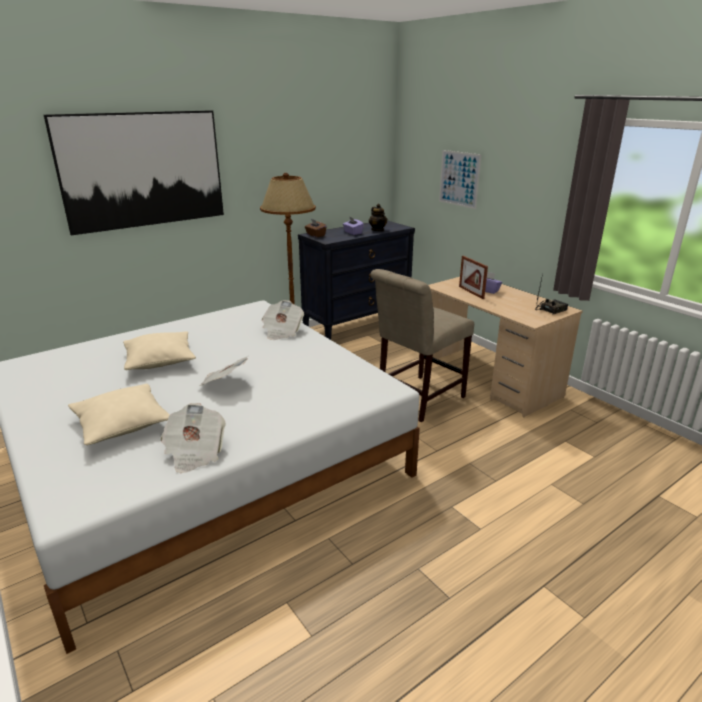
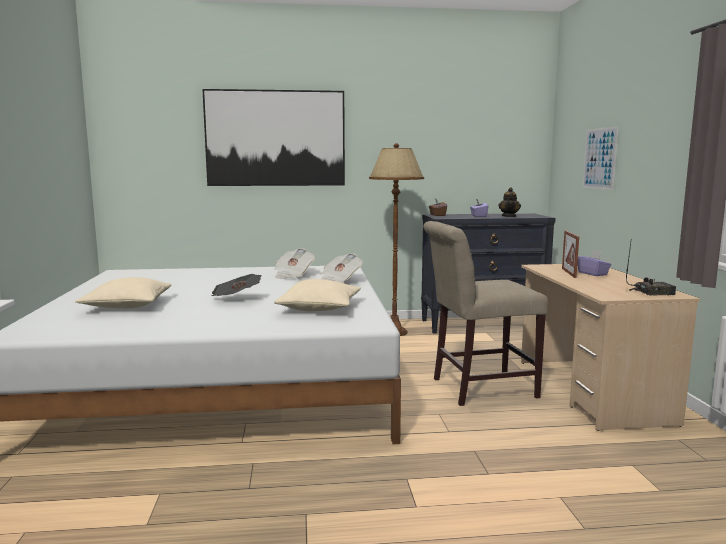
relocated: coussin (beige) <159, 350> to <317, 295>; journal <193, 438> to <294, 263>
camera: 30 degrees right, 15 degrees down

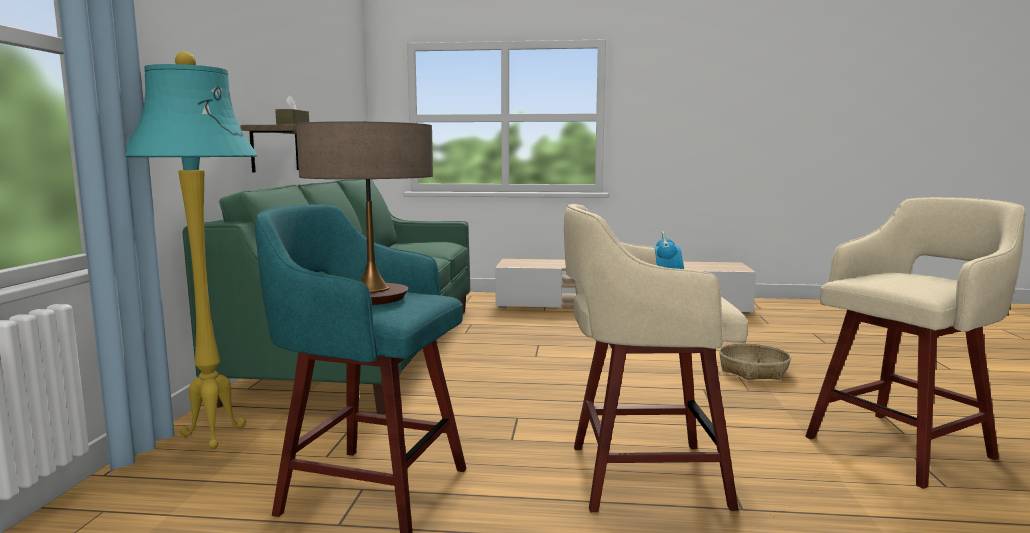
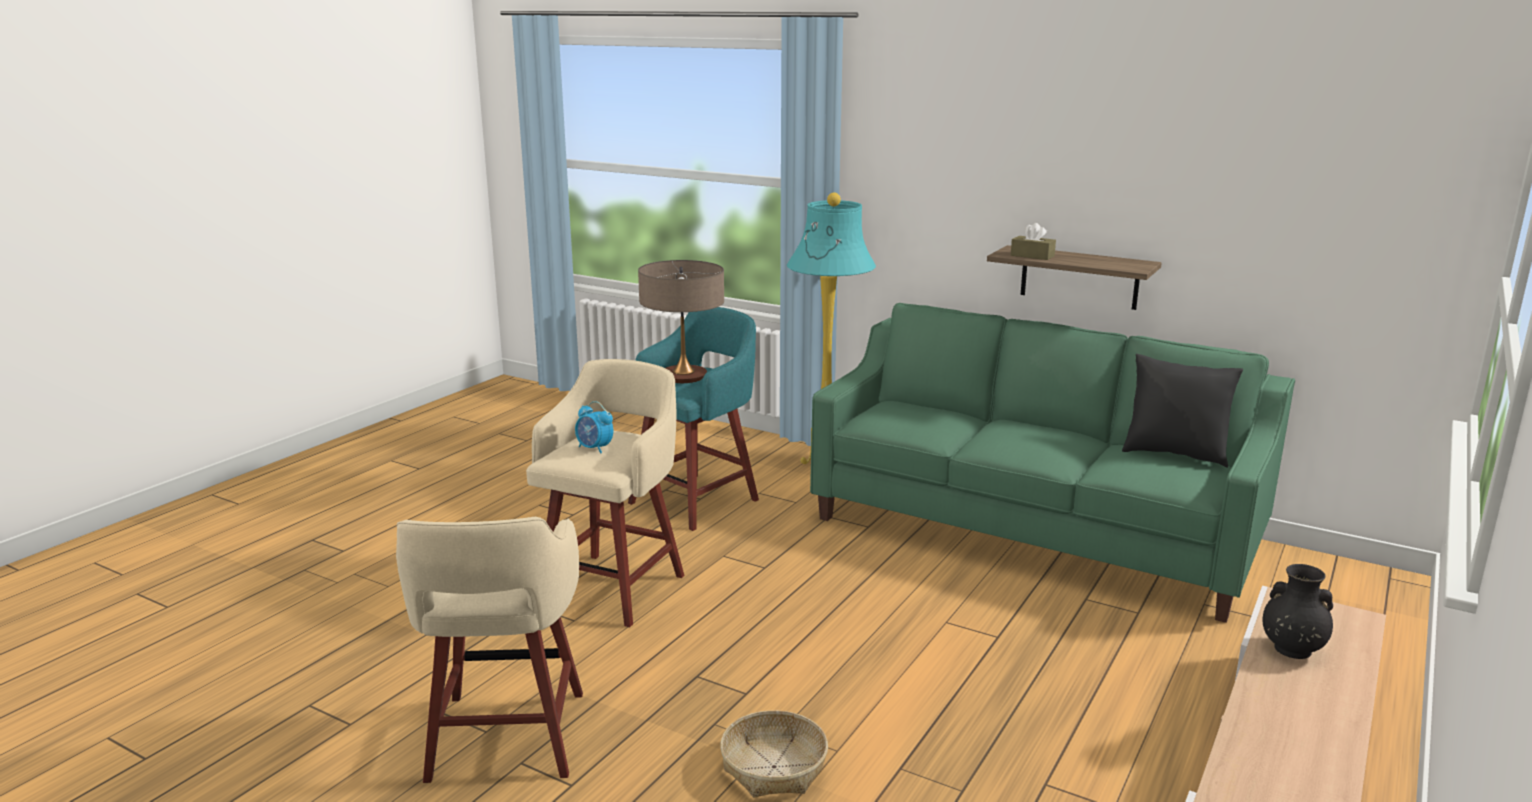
appeared: coussin (noir) <1182, 411>; vase (noir) <1297, 611>
camera: 115 degrees right, 10 degrees up

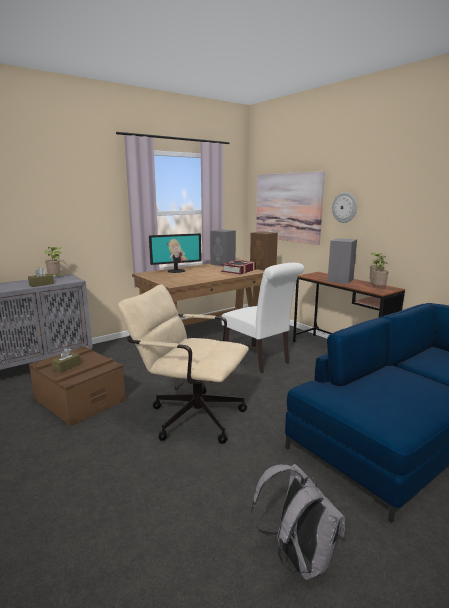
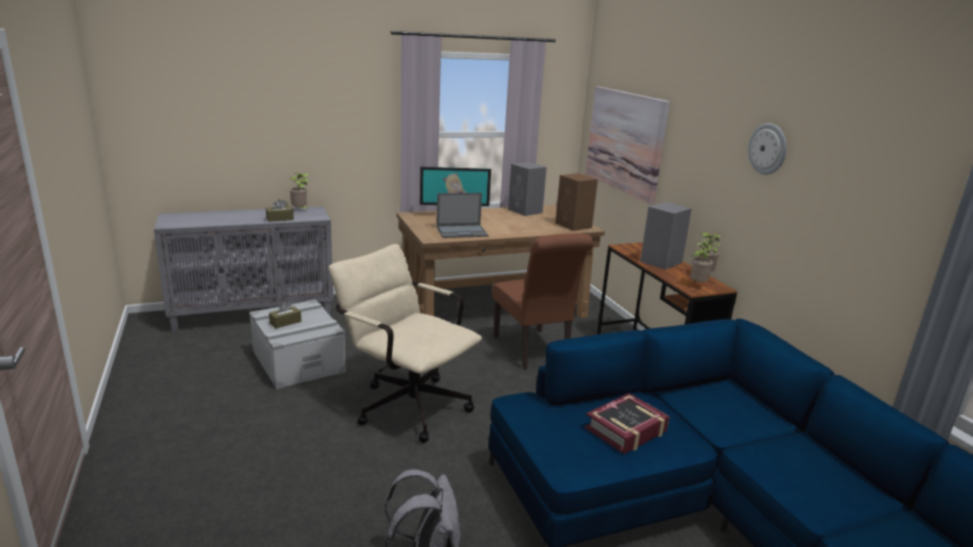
appeared: ordinateur portable <462, 215>
relocated: livre <238, 267> to <627, 423>; horloge murale <344, 207> to <767, 149>
colour: boîte de rangement (marron) <77, 386> to boîte de rangement (gris) <297, 344>; chaise (blanc) <262, 318> to chaise (marron) <543, 301>
camera: 15 degrees right, 5 degrees up

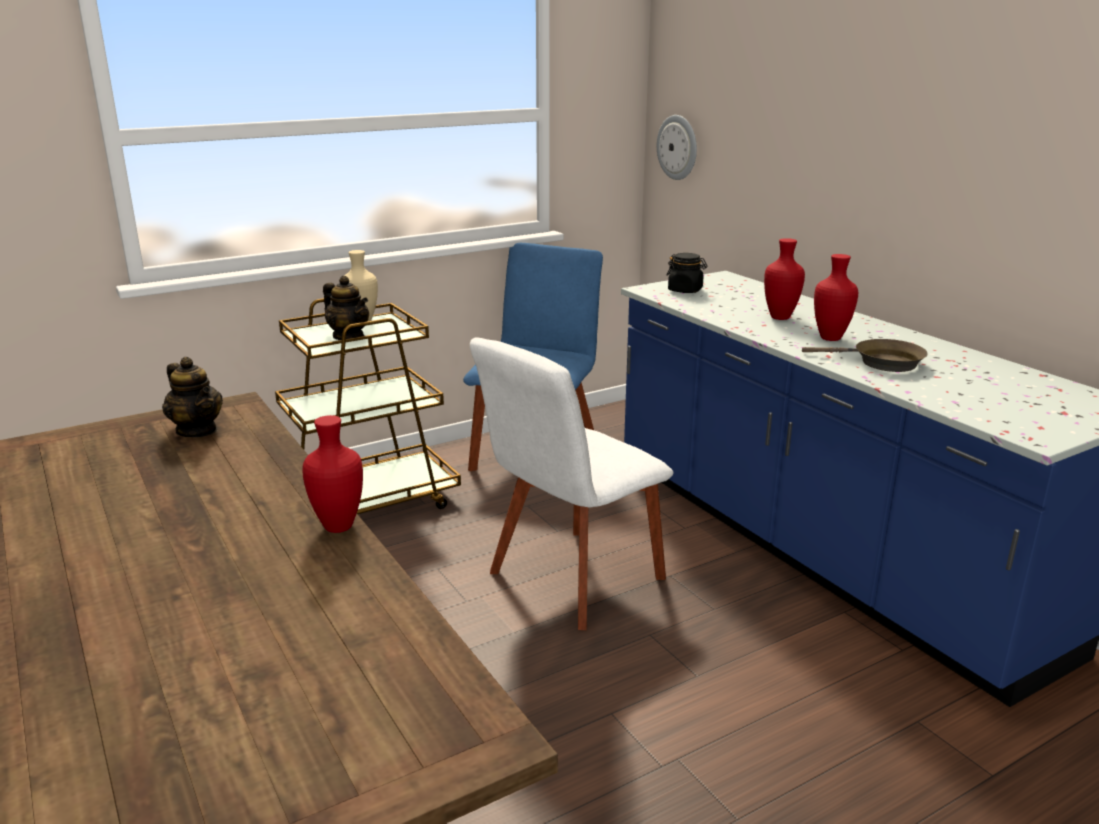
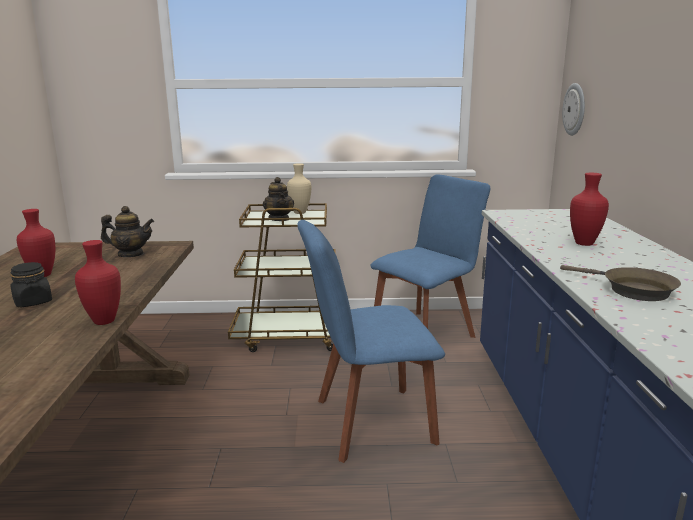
relocated: bocal (noir) <687, 273> to <31, 284>; vase (rouge) <836, 297> to <36, 243>
colour: chaise (blanc) <571, 483> to chaise (bleu) <371, 341>
spun: théière <192, 397> = <127, 231> 75 degrees counterclockwise
camera: 30 degrees right, 5 degrees down

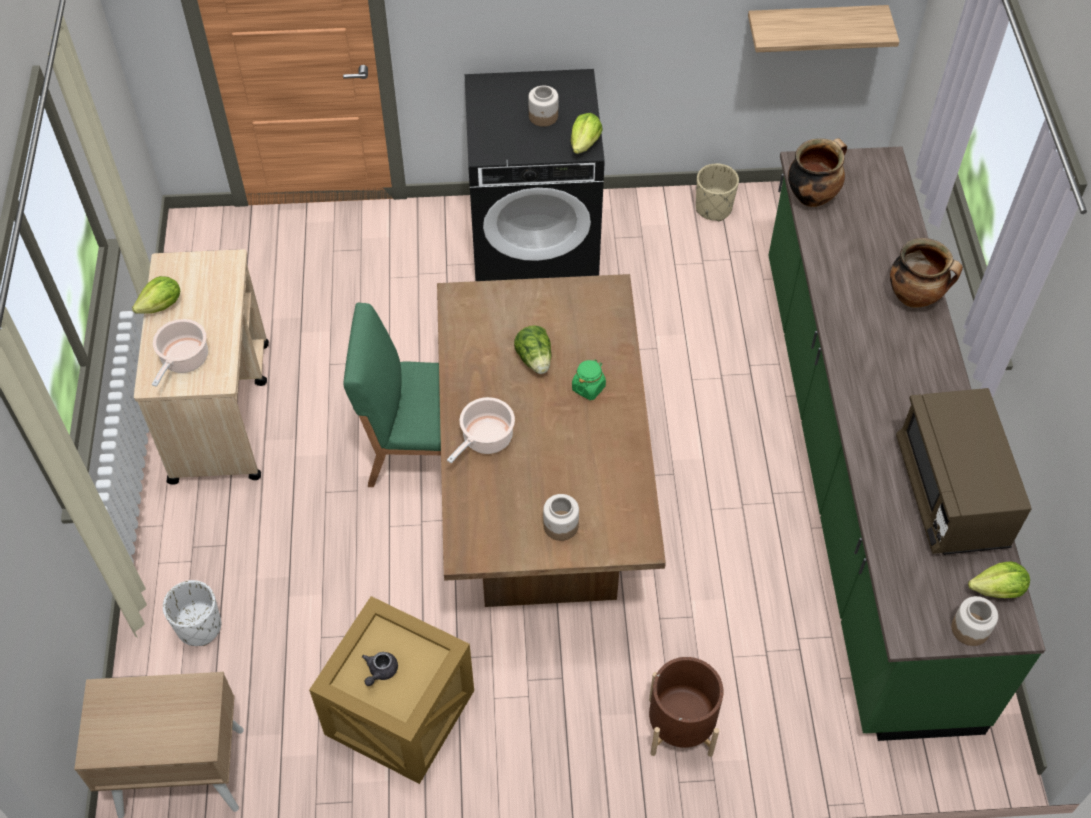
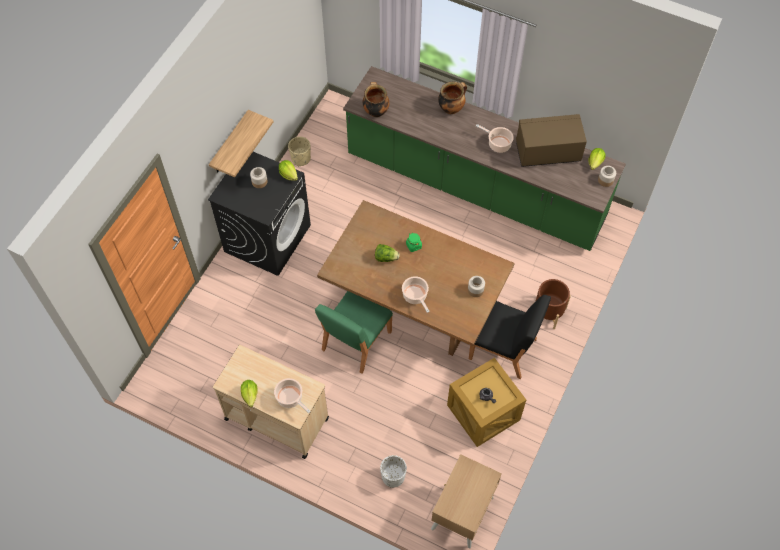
appeared: chaise (noir) <510, 337>; marmite <495, 138>
relocated: étagère <823, 28> to <241, 143>
spun: micro-ondes (marron) <963, 471> = <551, 140> 150 degrees clockwise
camera: 60 degrees left, 5 degrees up

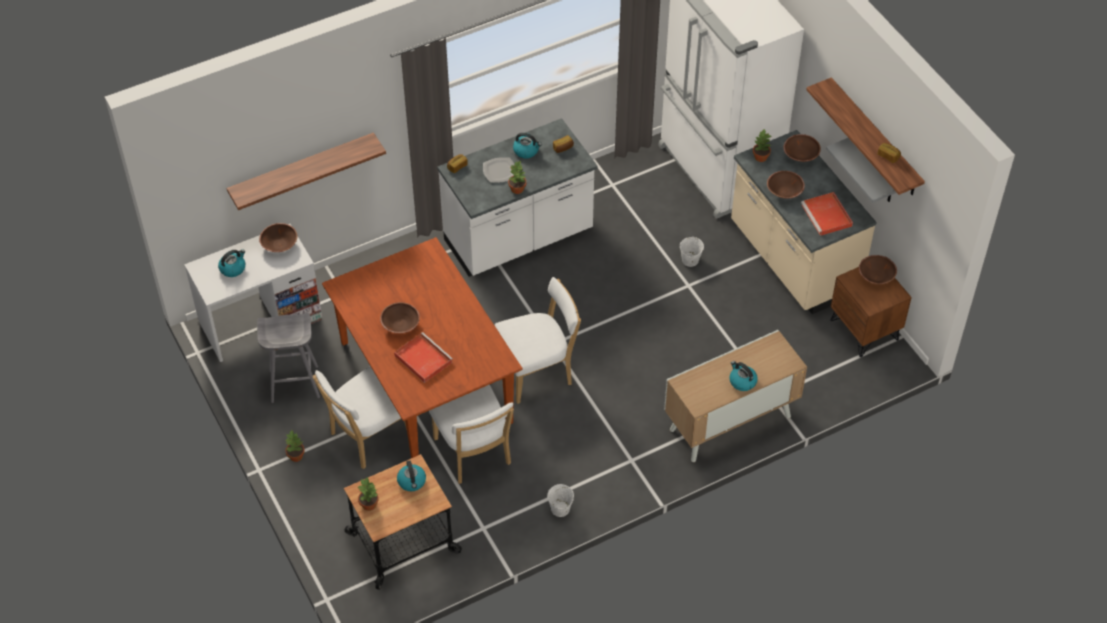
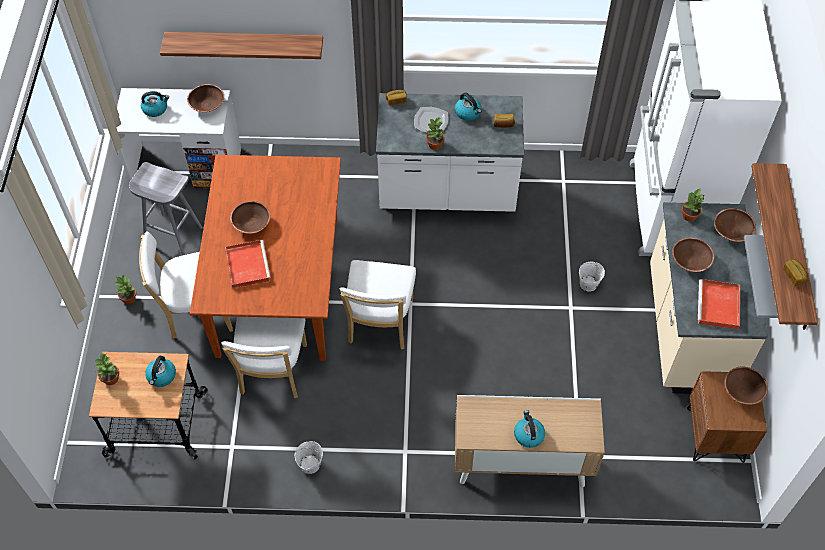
spun: chaise (blanc) <538, 340> = <378, 304> 90 degrees clockwise
camera: 30 degrees right, 5 degrees up

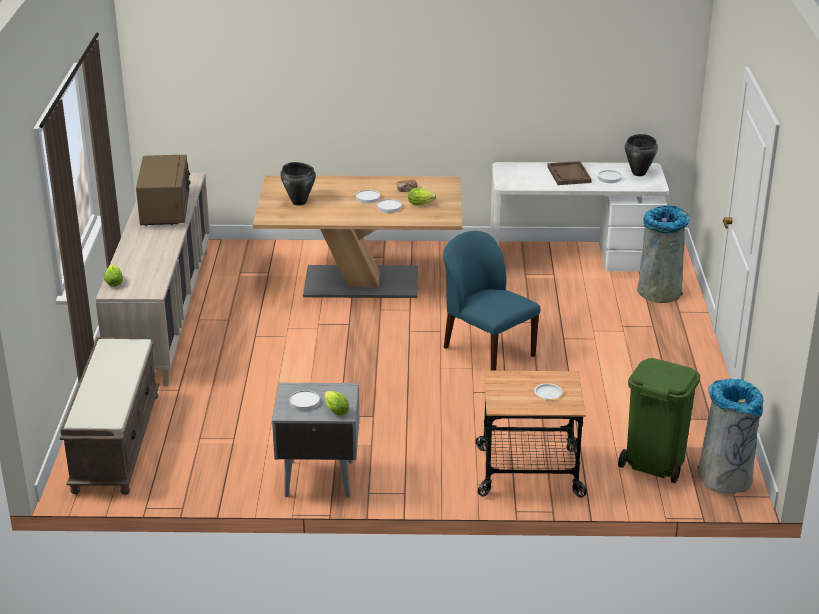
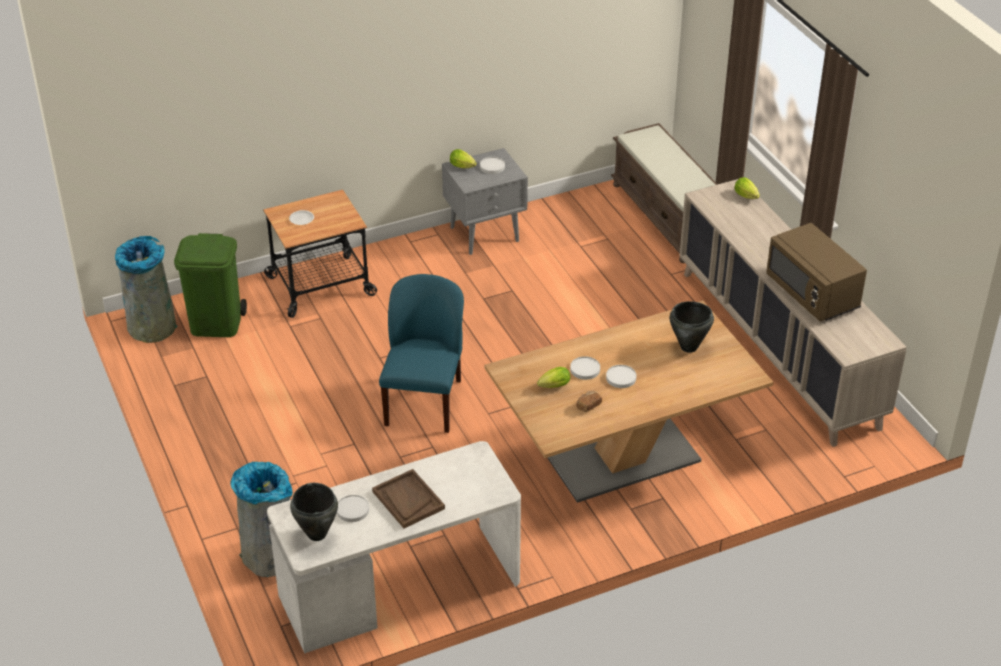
spun: chaise (bleu) <492, 301> = <421, 353> 105 degrees counterclockwise
camera: 155 degrees right, 10 degrees up

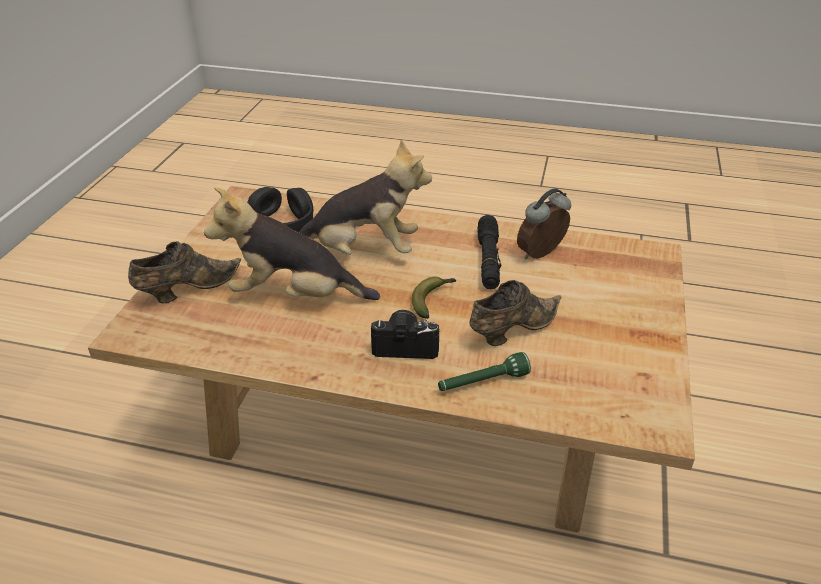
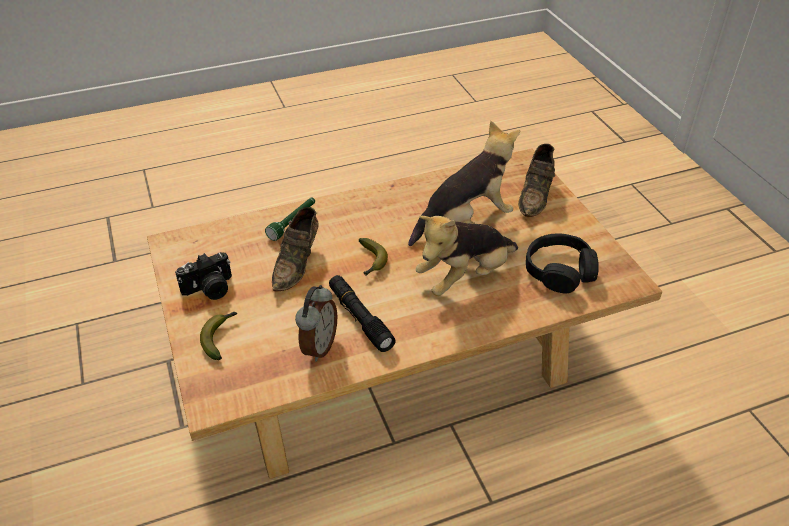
appeared: banane <218, 336>
relocated: appareil photo <405, 334> to <203, 276>
camera: 145 degrees right, 5 degrees up

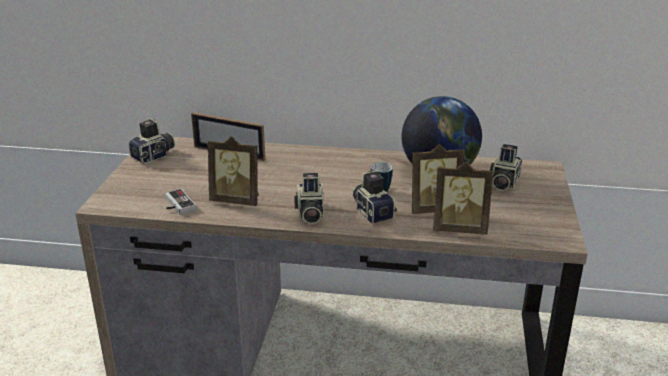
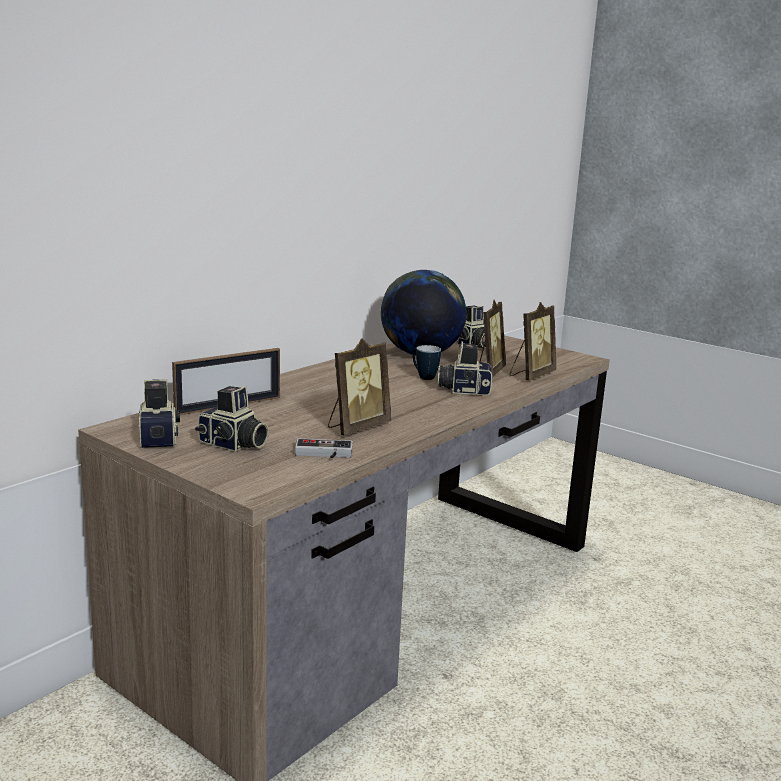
relocated: appareil photo <309, 198> to <232, 419>
camera: 60 degrees left, 10 degrees down

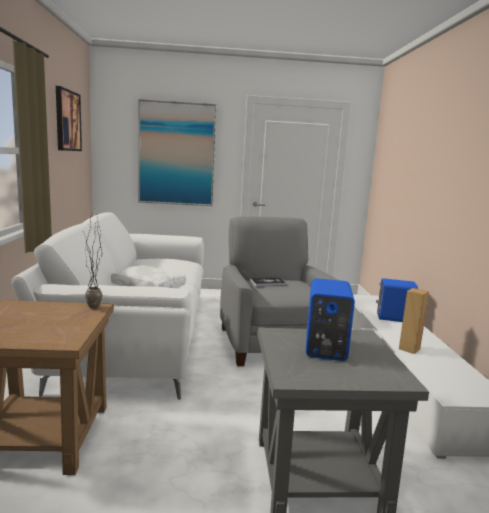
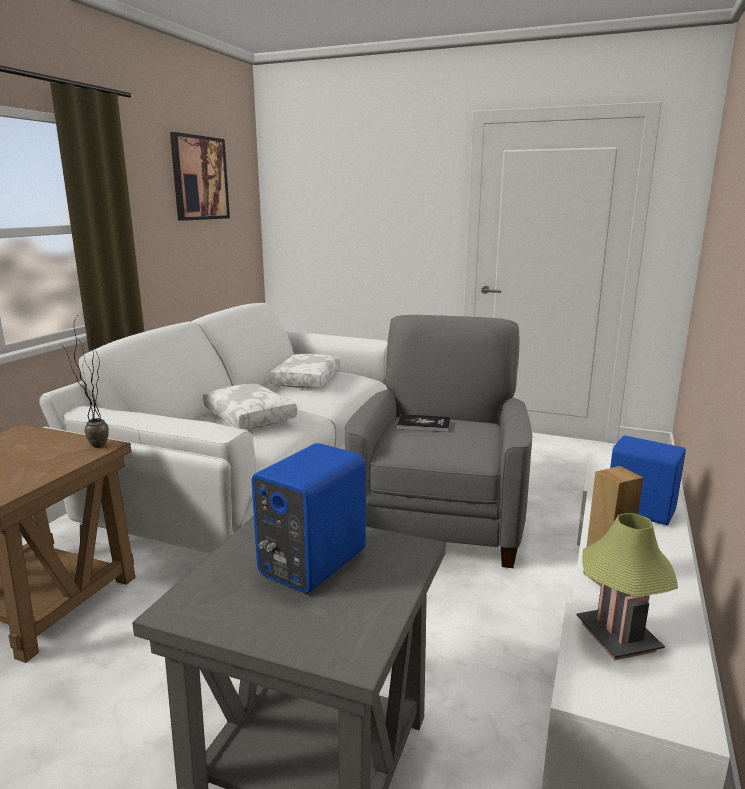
missing: tableau <177, 152>
appeared: coussin (blanc) <304, 371>; lampe de table <627, 586>
camera: 25 degrees right, 5 degrees up

